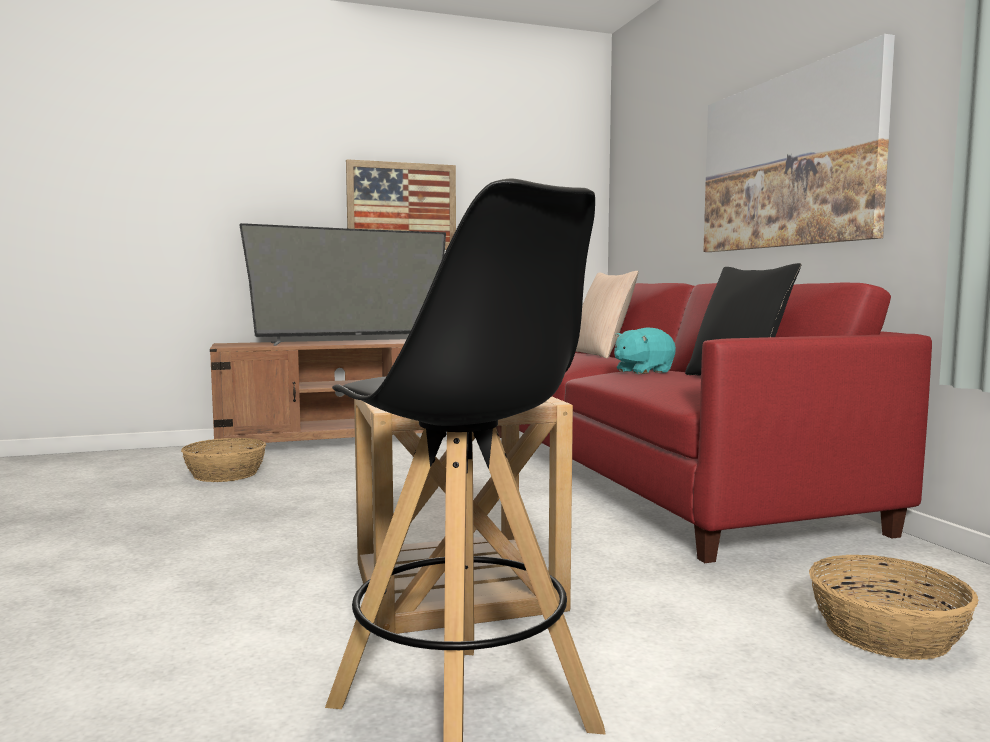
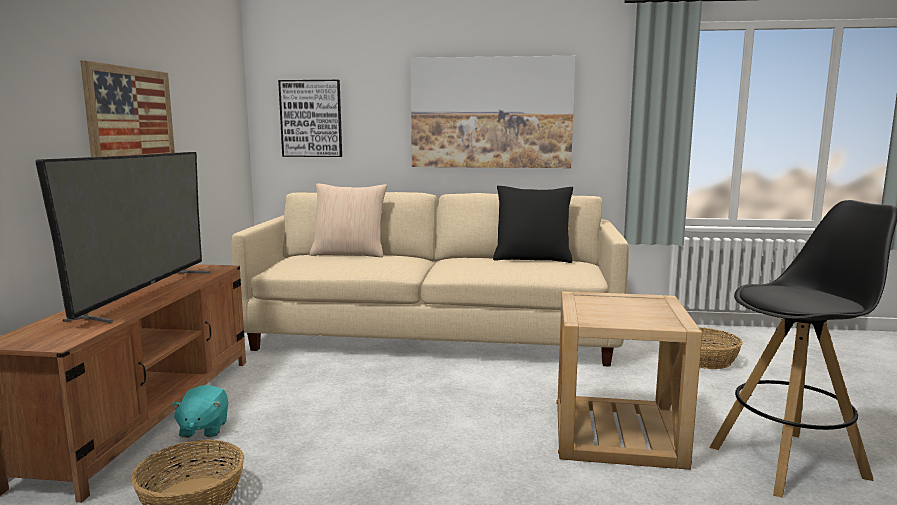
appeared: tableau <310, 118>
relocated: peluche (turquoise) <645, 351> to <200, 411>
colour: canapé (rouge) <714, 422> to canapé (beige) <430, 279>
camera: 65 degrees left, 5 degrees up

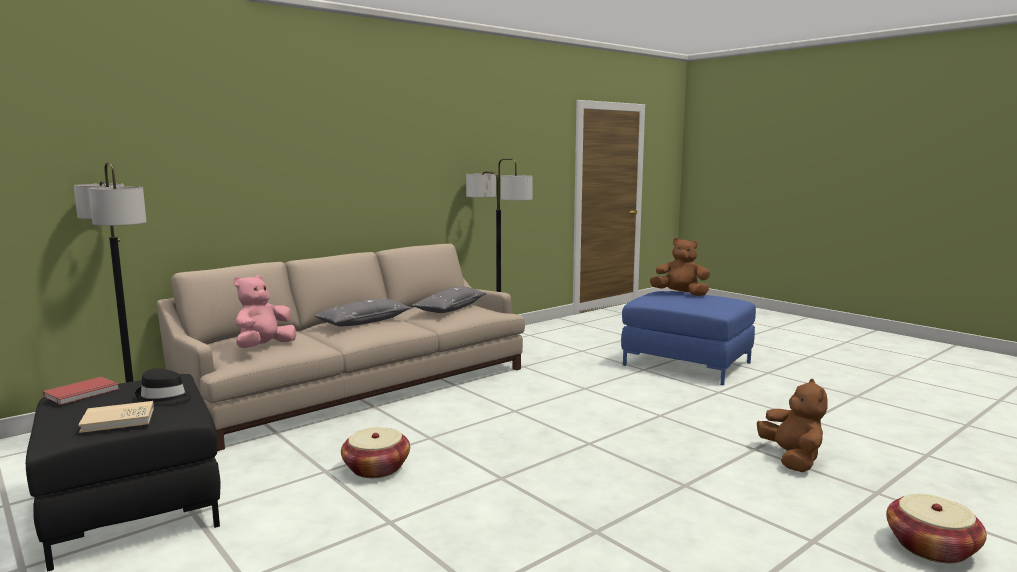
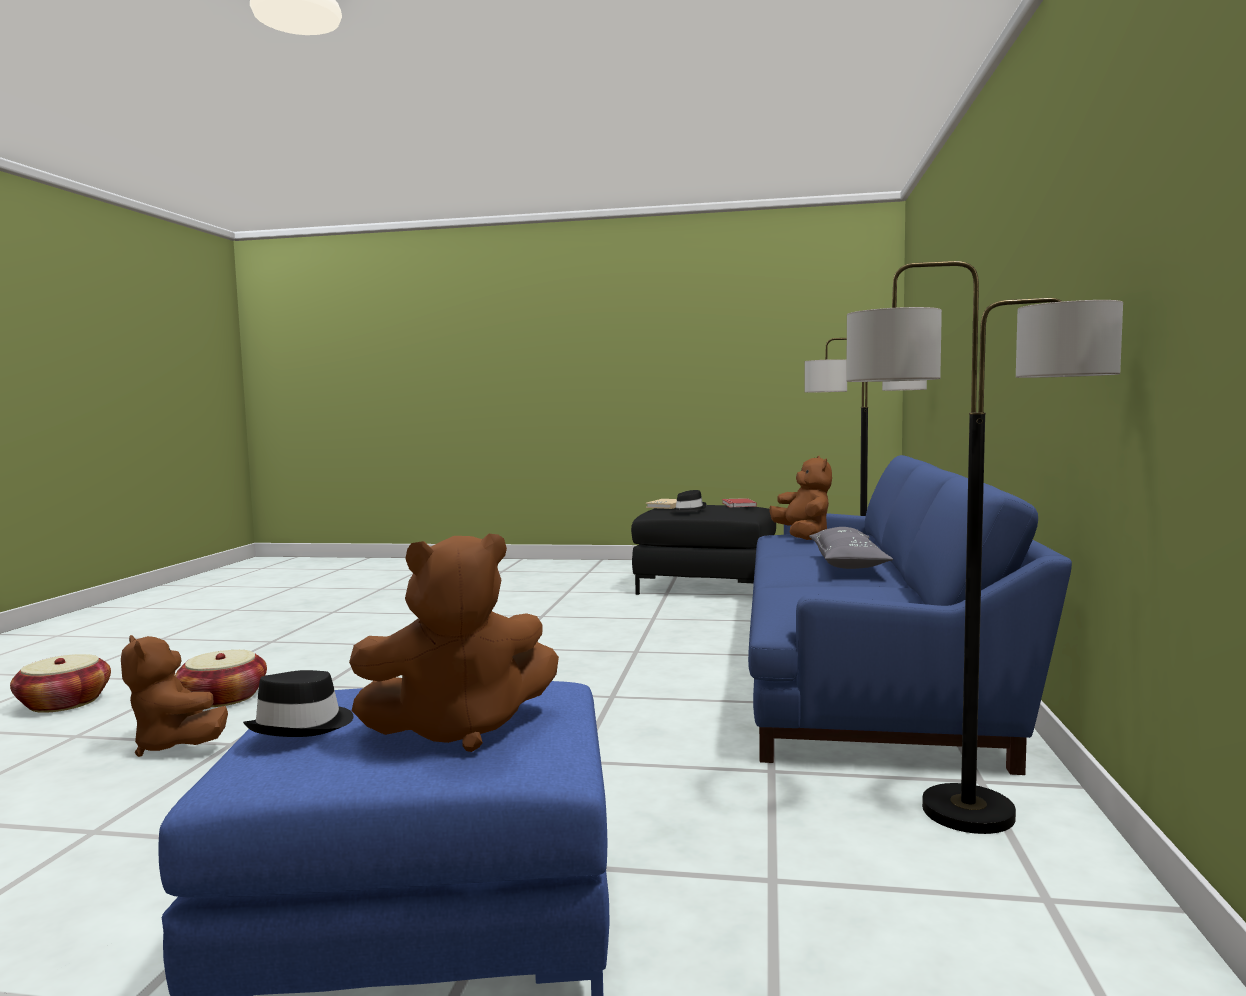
missing: coussin (gris) <449, 300>
appeared: chapeau (noir) <298, 703>
relocated: panier <375, 452> to <221, 678>
colour: canapé (beige) <341, 347> to canapé (bleu) <910, 615>; peluche (rose) <265, 311> to peluche (marron) <801, 498>
camera: 140 degrees right, 5 degrees down

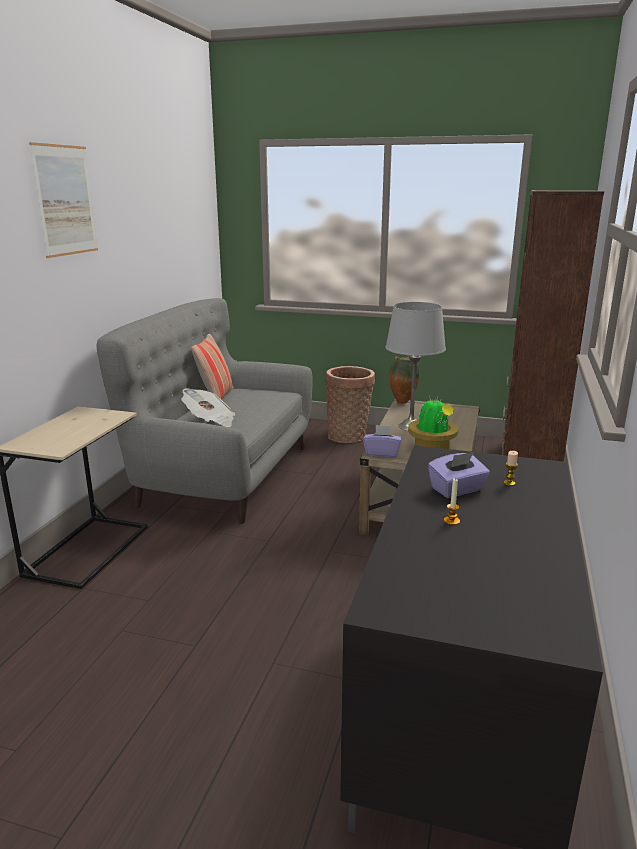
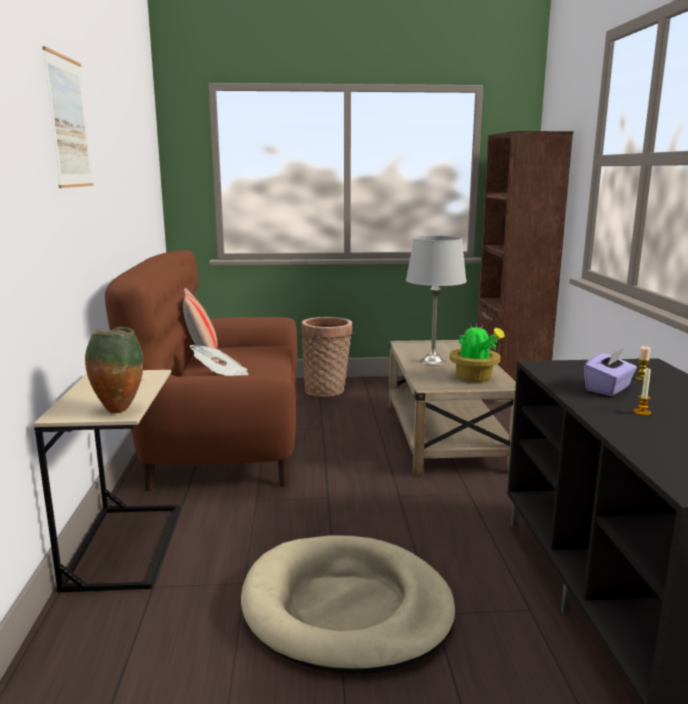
missing: boîte à mouchoirs (violet) <382, 441>
appeared: panier pour chien (beige) <348, 604>
relocated: vase <404, 380> to <114, 370>
colour: canapé (gris) <204, 411> to canapé (marron) <201, 370>
camera: 20 degrees left, 5 degrees down

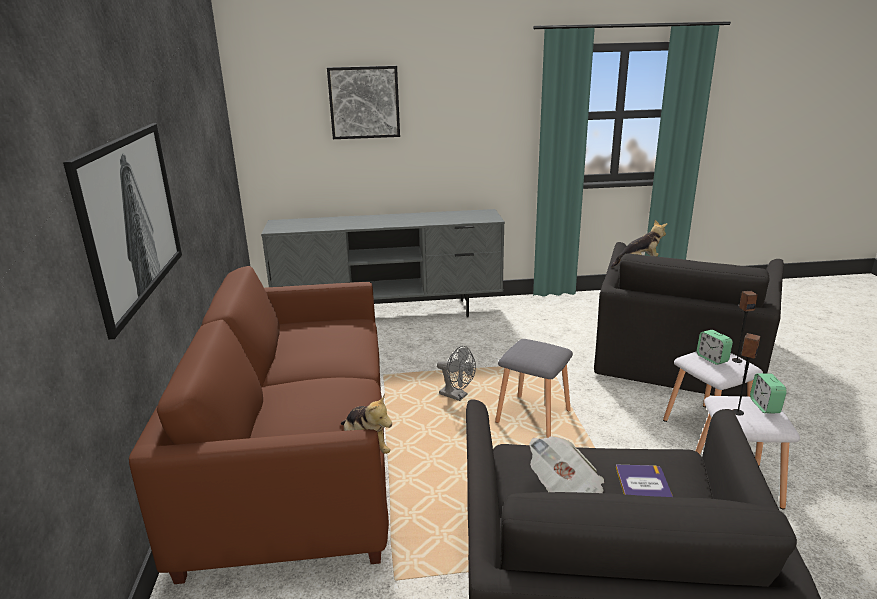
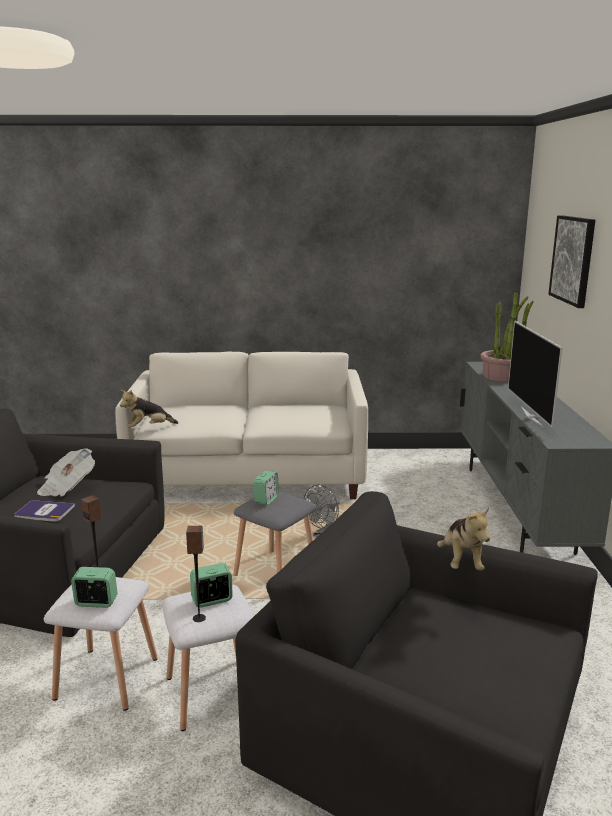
missing: tableau <122, 231>
appeared: réveil <266, 488>; plante en pot <507, 337>; téléviseur <535, 374>
colour: canapé (marron) <259, 425> to canapé (blanc) <241, 425>
camera: 95 degrees right, 5 degrees down

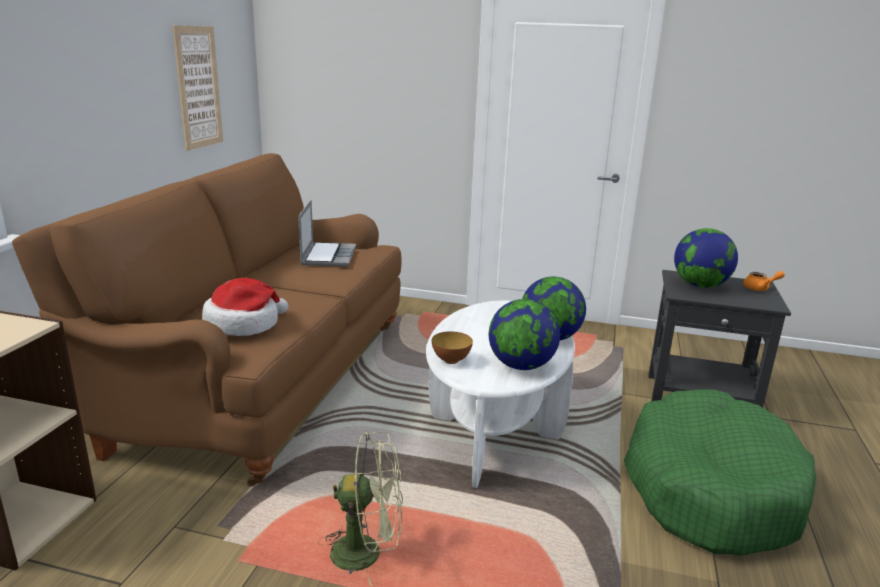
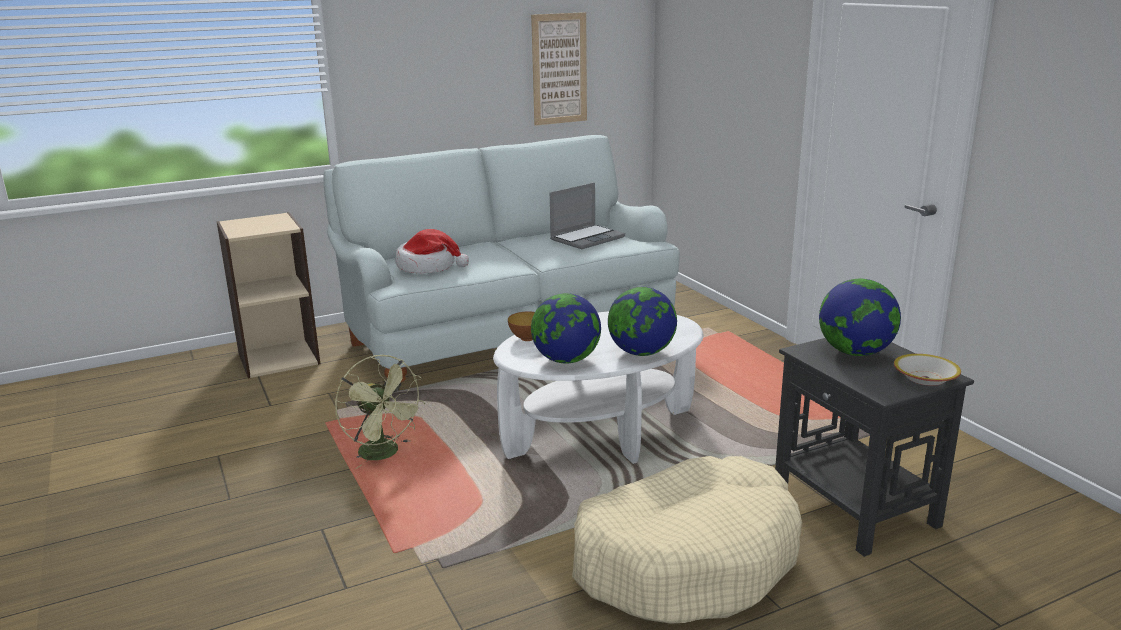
exchanged: théière (orange) <764, 281> to bol <927, 370>
colour: canapé (marron) <207, 319> to canapé (blanc) <501, 264>; panier pour chien (vert) <720, 472> to panier pour chien (beige) <687, 540>
camera: 50 degrees right, 0 degrees up

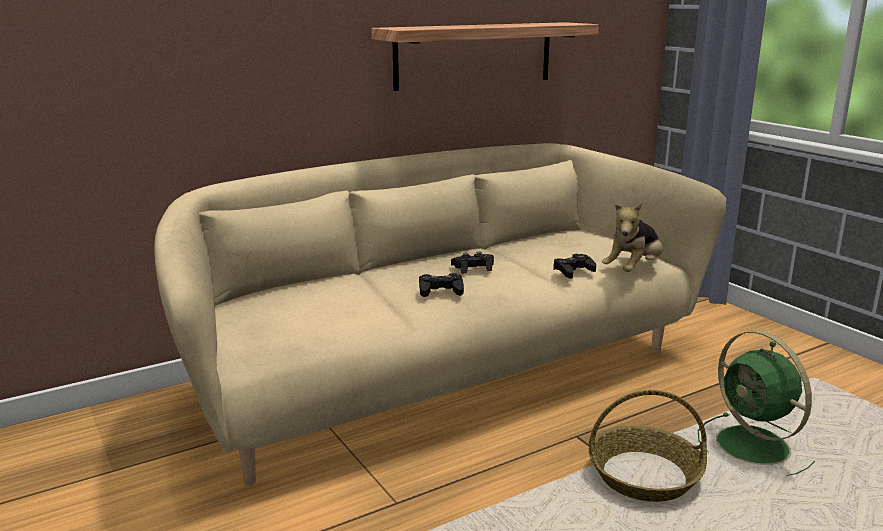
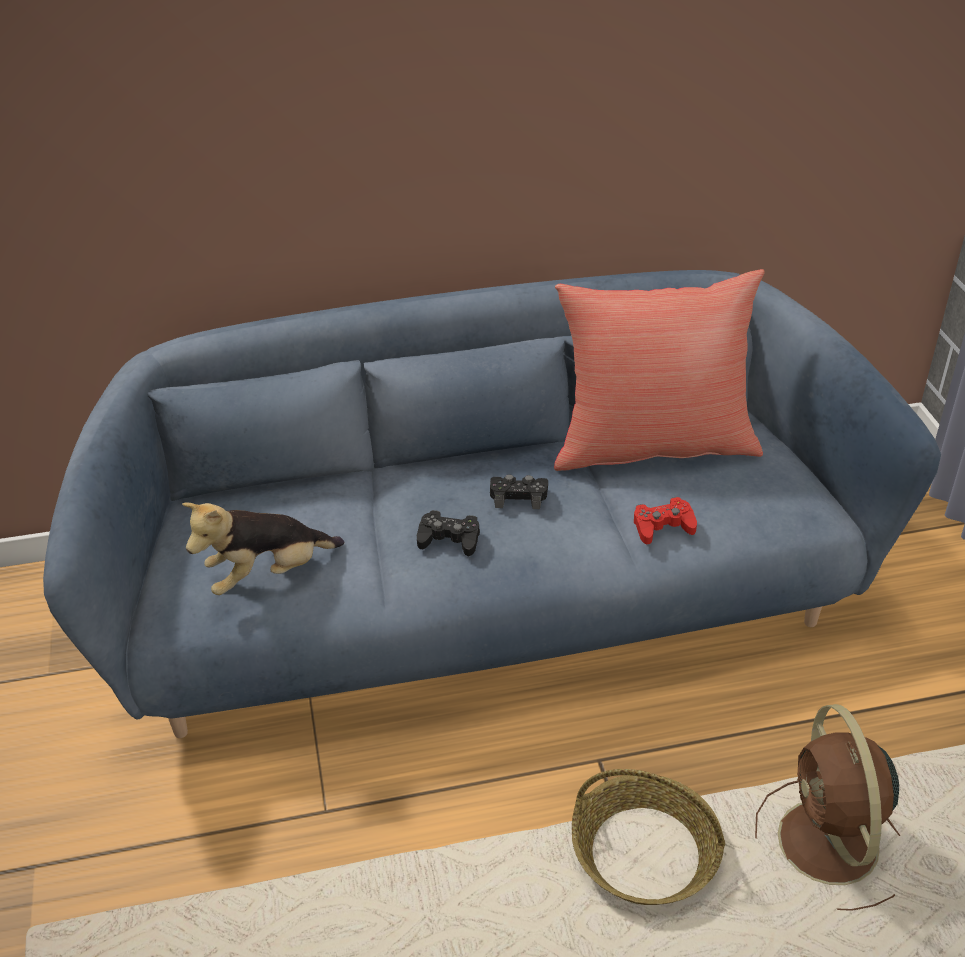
missing: étagère <485, 56>
appeared: coussin (rouge) <659, 370>
relocated: peluche <632, 237> to <263, 548>
colour: canapé (beige) <440, 314> to canapé (bleu) <492, 504>; manette (noir) <574, 266> to manette (rouge) <665, 520>; ventilateur (vert) <756, 403> to ventilateur (marron) <827, 807>
camera: 20 degrees right, 20 degrees up

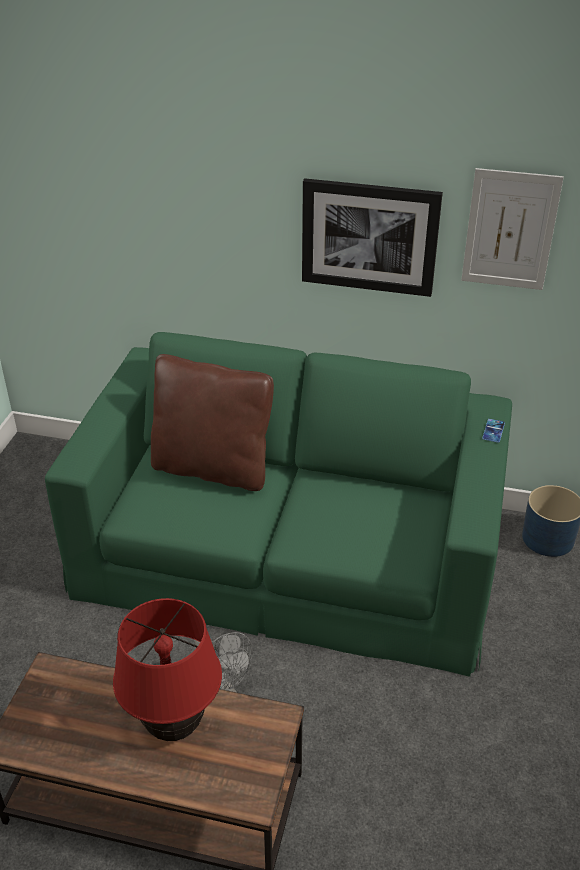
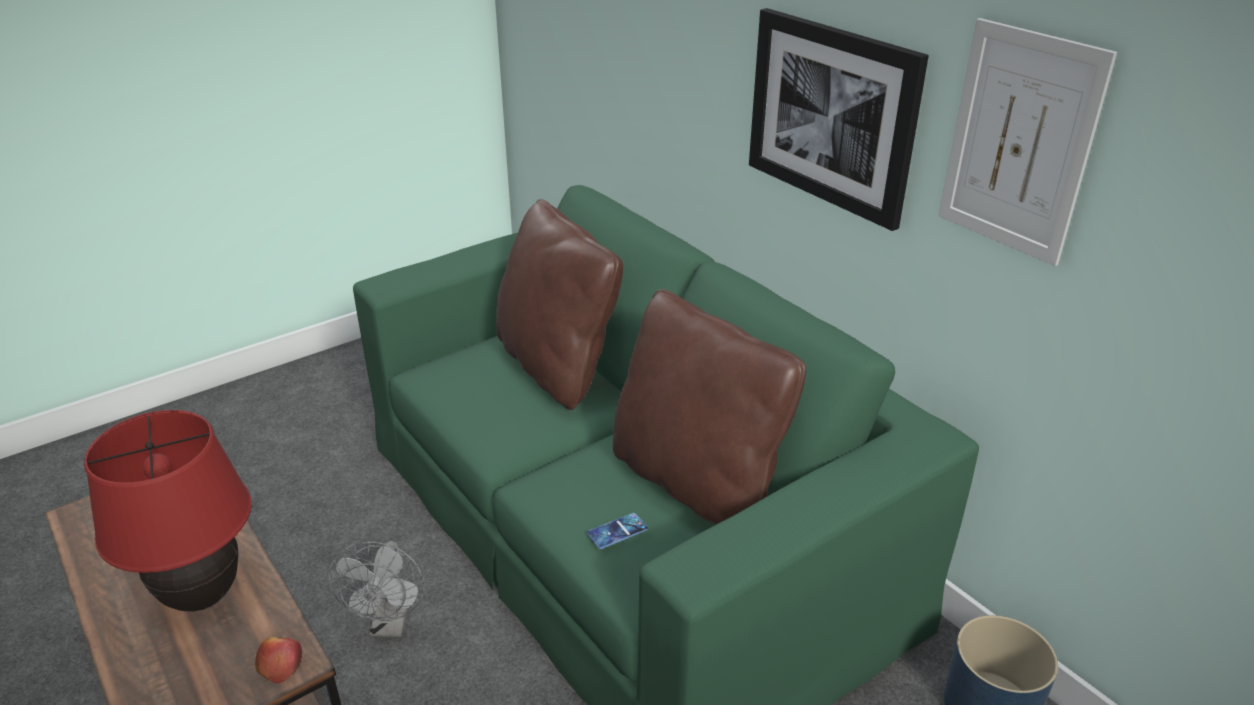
appeared: pomme <278, 660>; coussin (marron) <709, 406>
relocated: téléphone <493, 431> to <617, 531>
camera: 40 degrees right, 5 degrees down

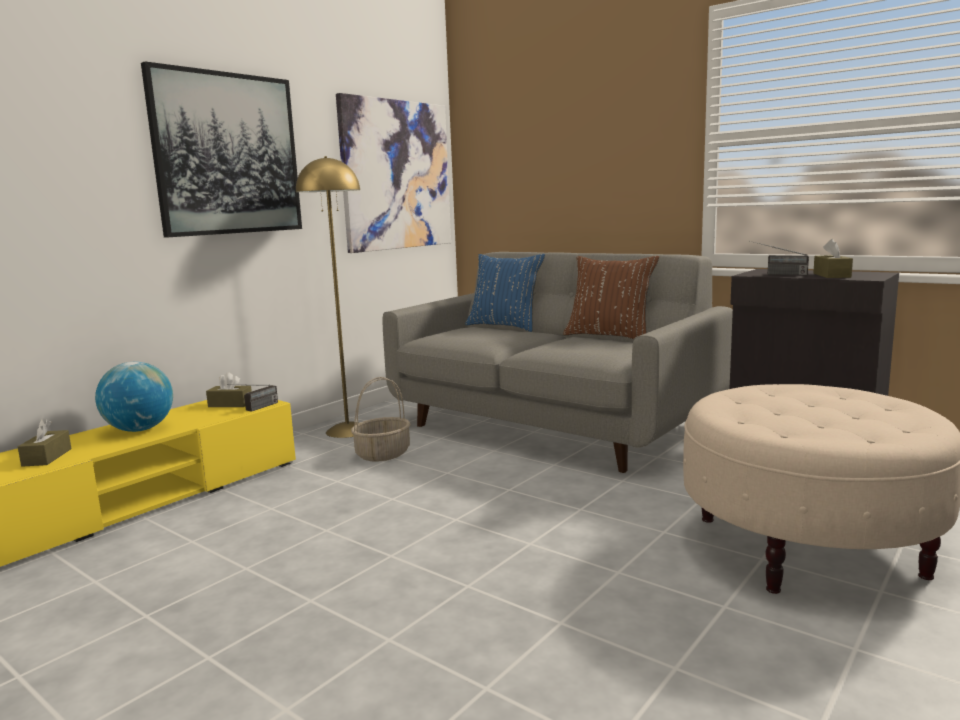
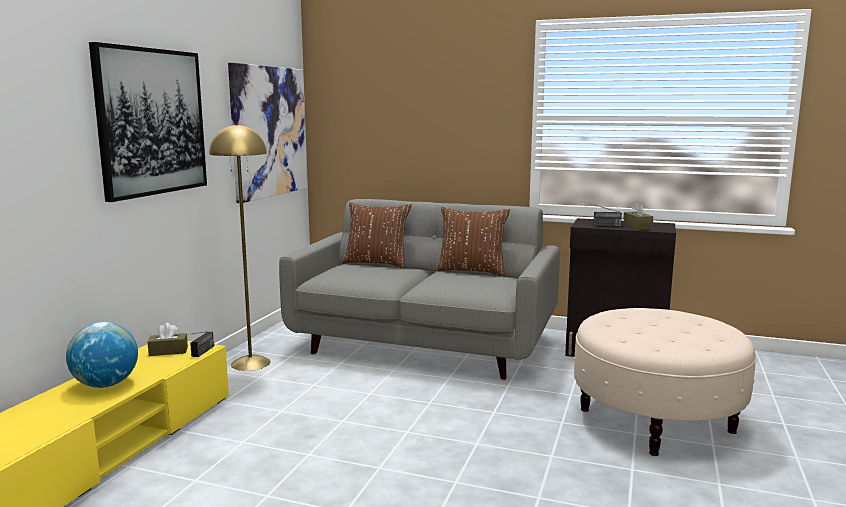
missing: boîte à mouchoirs (marron) <45, 443>; panier <381, 419>
colour: coussin (bleu) <505, 293> to coussin (marron) <376, 235>
camera: 20 degrees left, 0 degrees up

